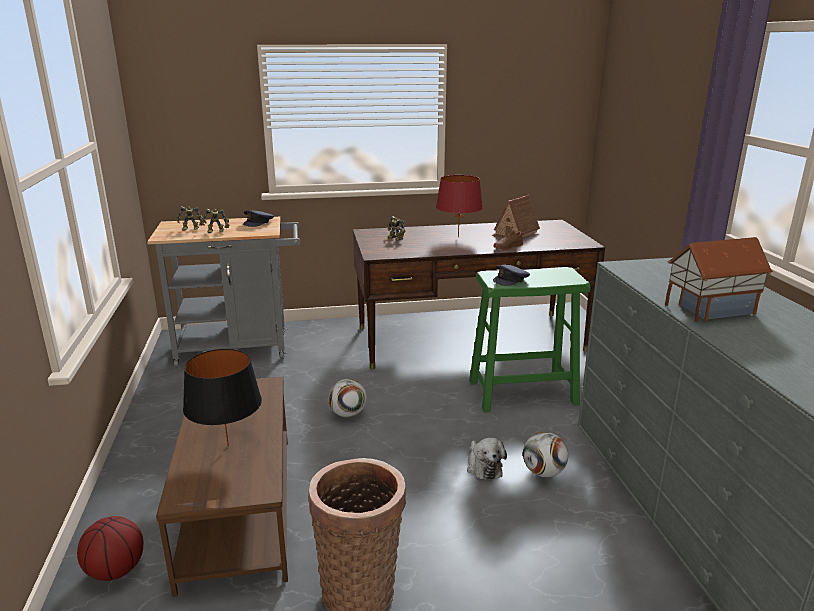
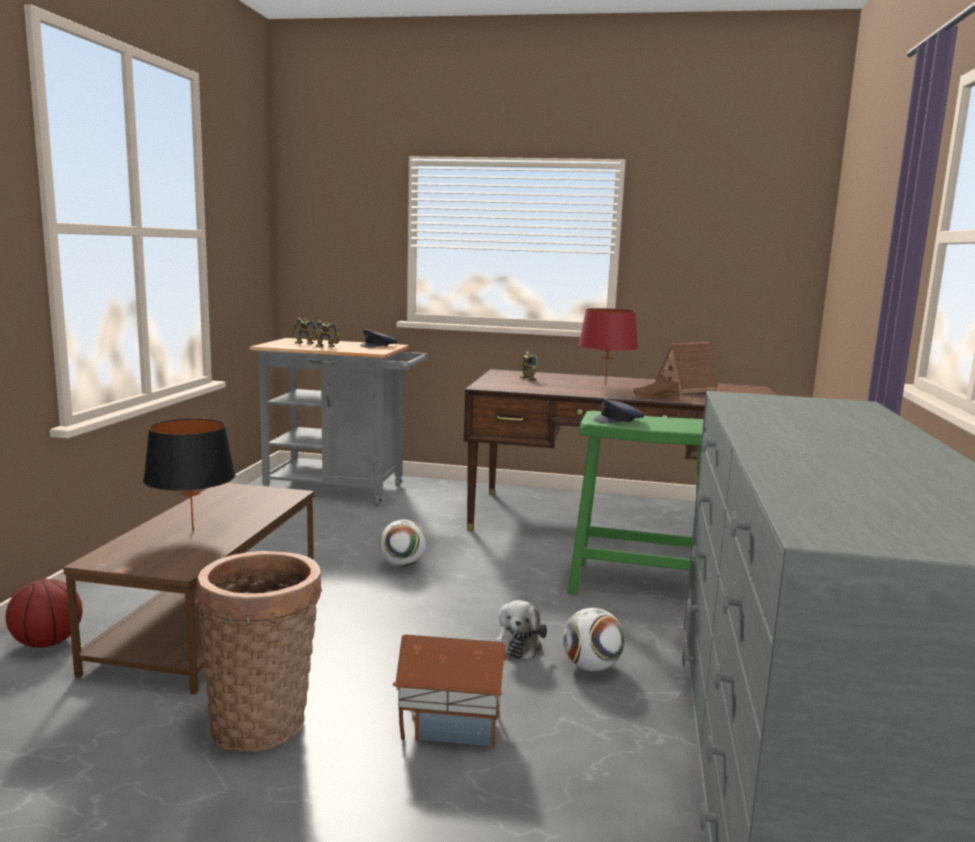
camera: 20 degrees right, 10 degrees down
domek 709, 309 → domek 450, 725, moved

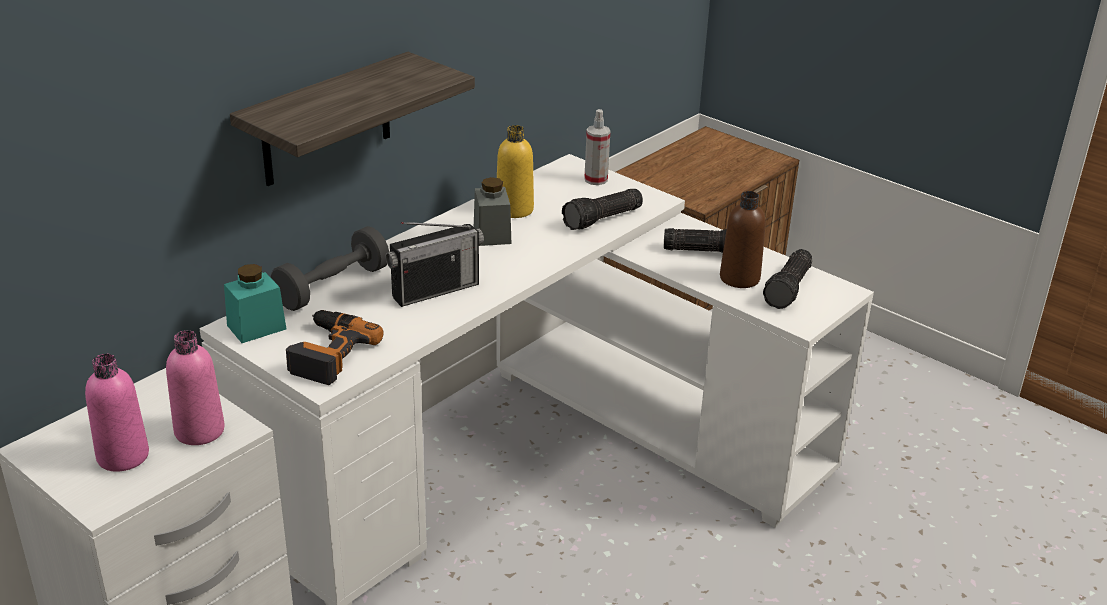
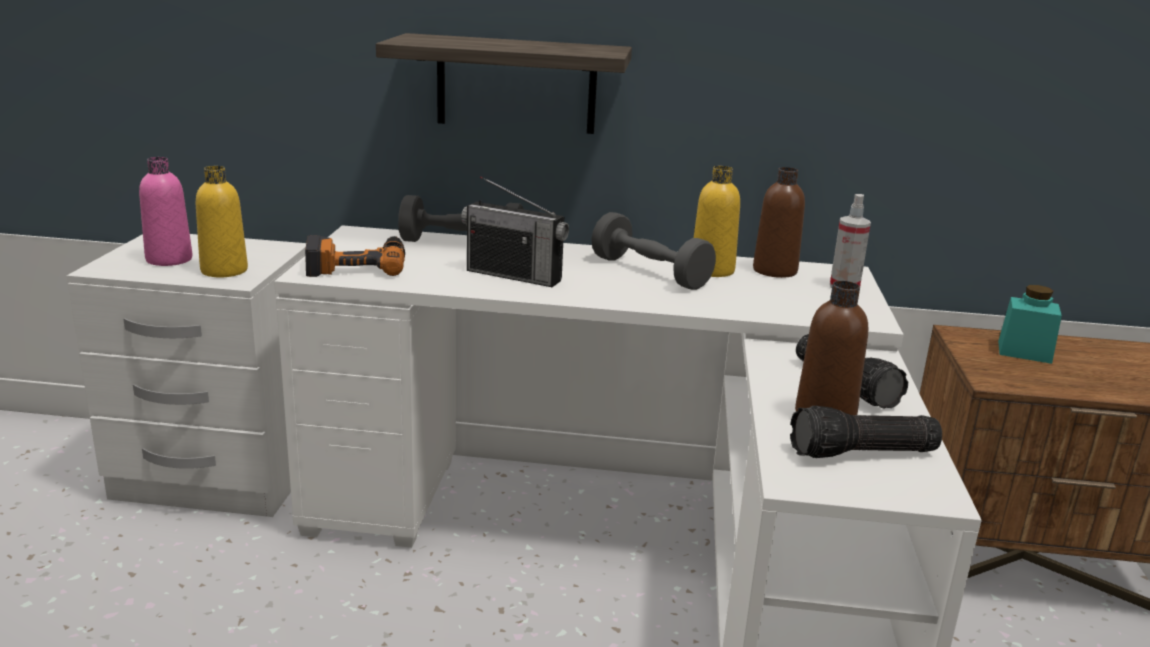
camera: 55 degrees right, 10 degrees down
latarka 603, 219 → -
- → butelka [brązowy] 775, 271
słoik [turkusowy] 256, 327 → słoik [turkusowy] 1024, 352, moved
słoik [szary] 492, 234 → hantel [szary] 650, 272
butelka [różowy] 199, 431 → butelka [żółty] 224, 270

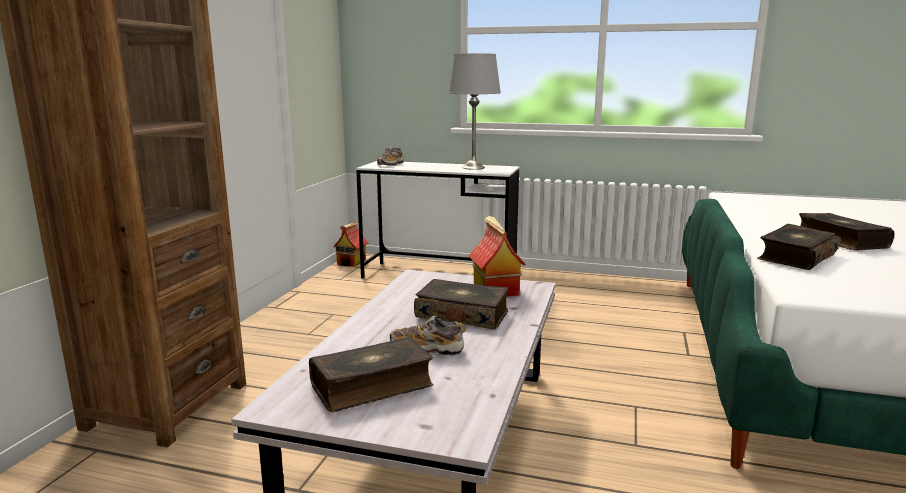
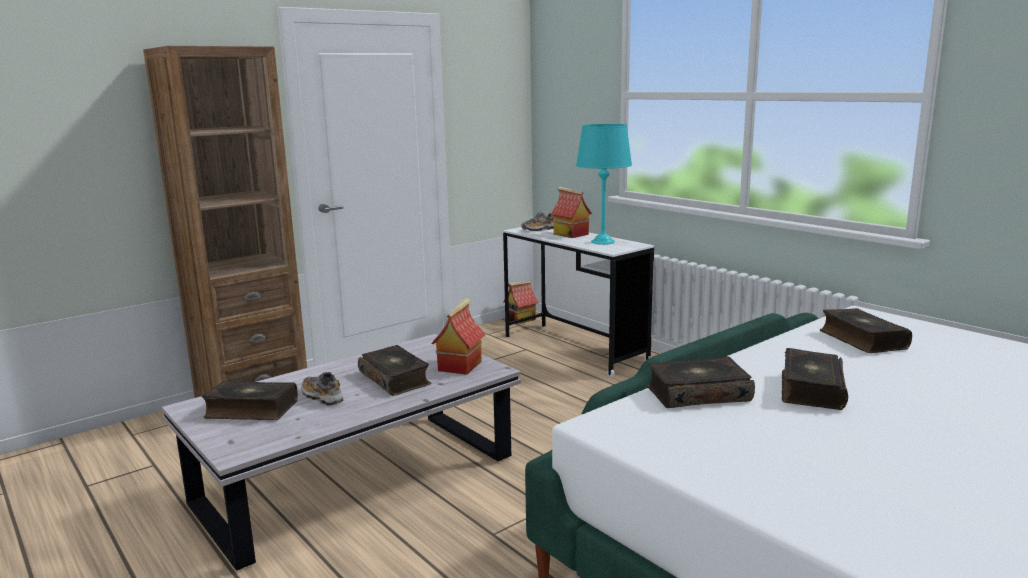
camera: 35 degrees right, 0 degrees up
- → domek 570, 234
- → książka 861, 340
lampa stołowa [szary] 473, 167 → lampa stołowa [turkusowy] 603, 242

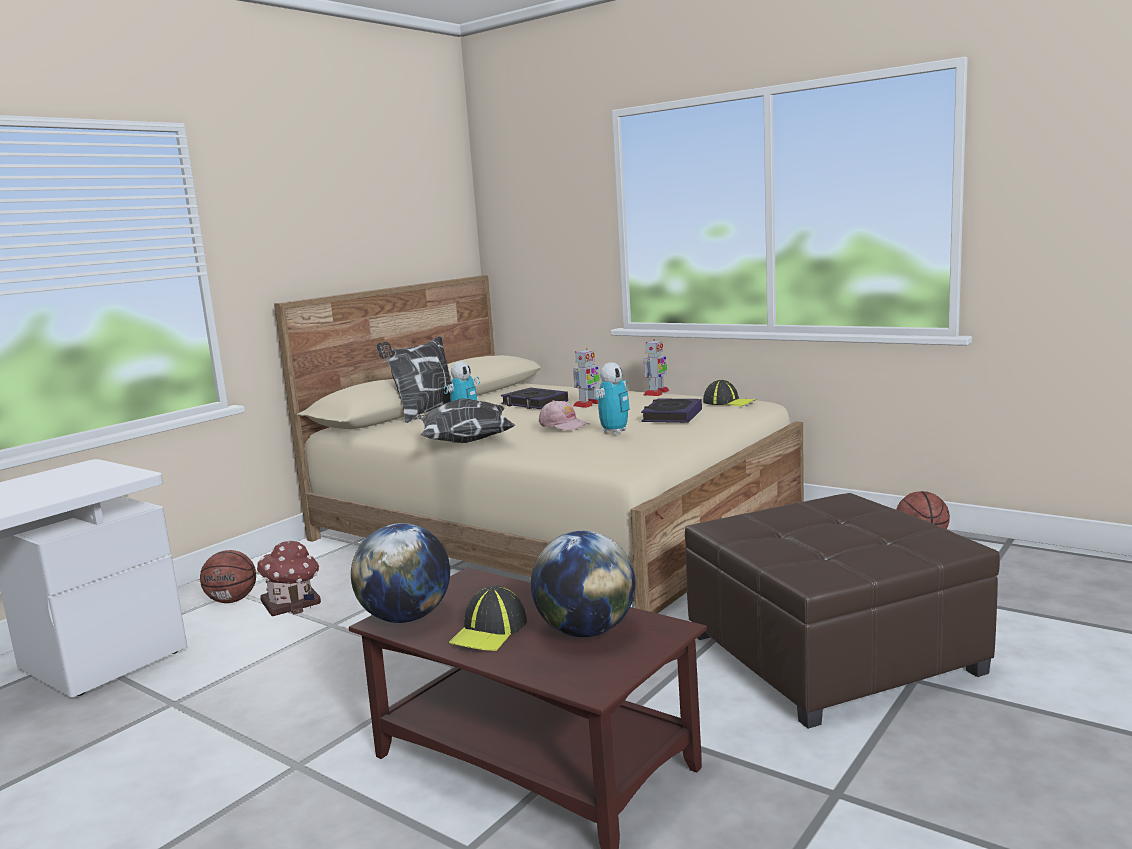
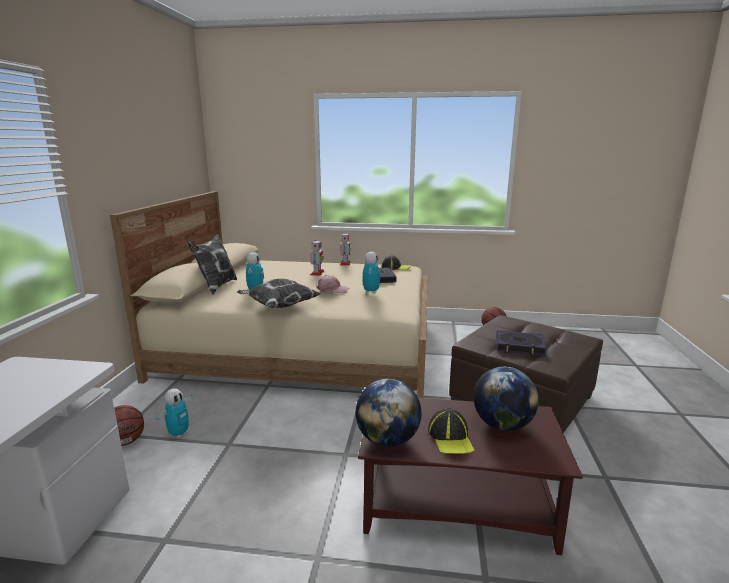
camera: 30 degrees left, 5 degrees up
książka 534, 403 → książka 519, 346, moved
domek 292, 603 → robot zabawkowy 179, 434

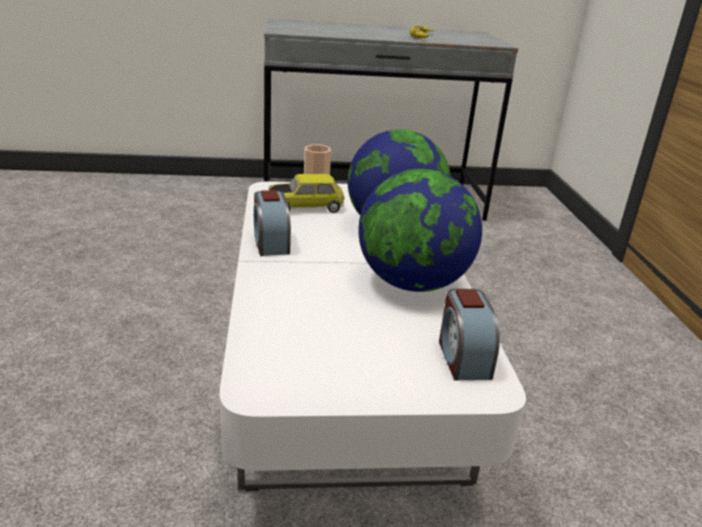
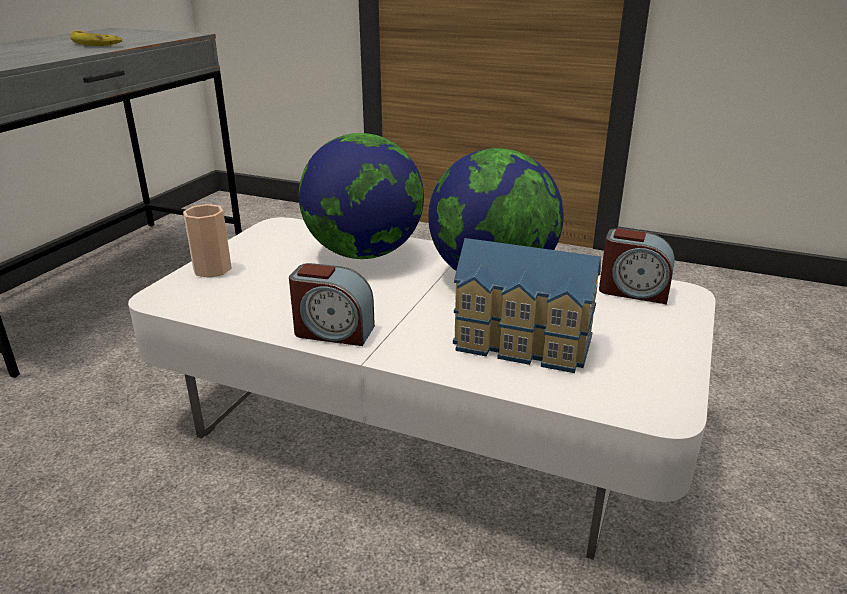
camera: 60 degrees left, 0 degrees up
samochodzik 306, 206 → -
- → domek 522, 344

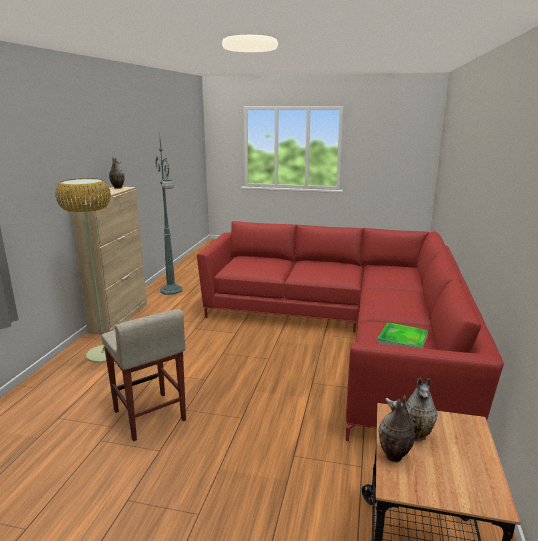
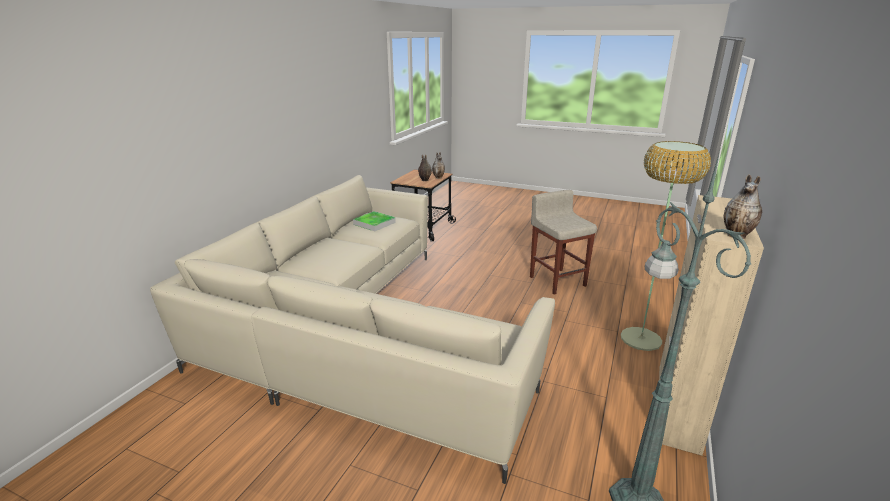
camera: 170 degrees left, 5 degrees up
kanapa [czerwony] 350, 336 → kanapa [beżowy] 354, 335

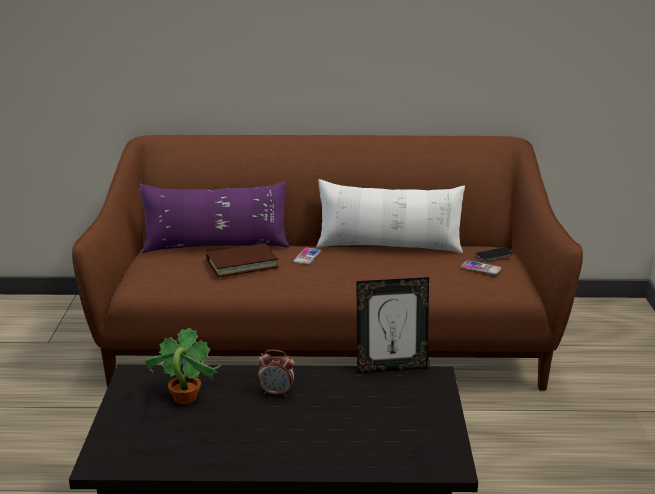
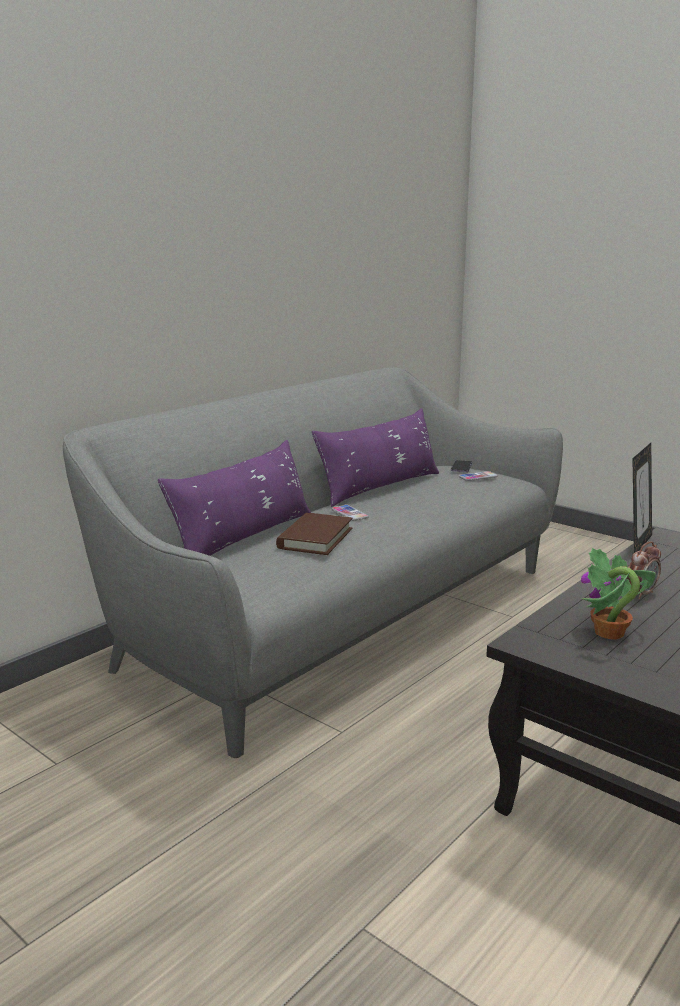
camera: 50 degrees left, 5 degrees down
kanapa [brązowy] 327, 343 → kanapa [szary] 340, 615
poduszka [biały] 389, 247 → poduszka [fioletowy] 380, 487

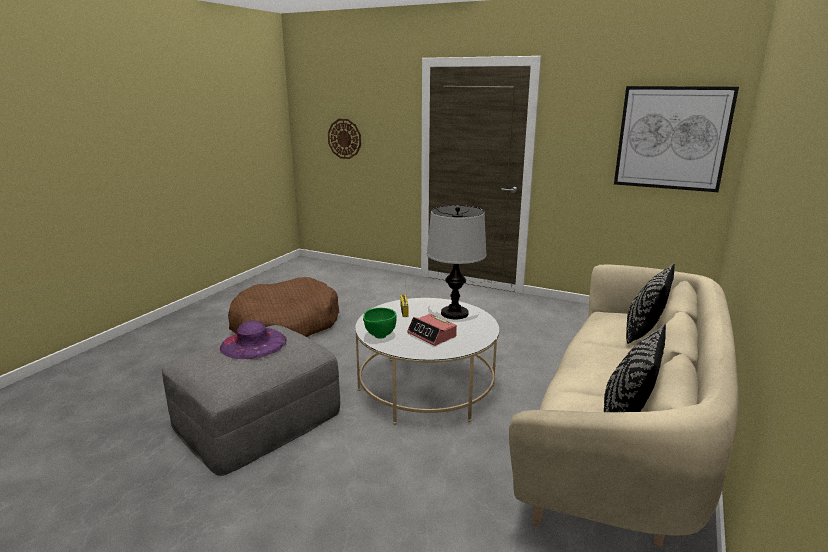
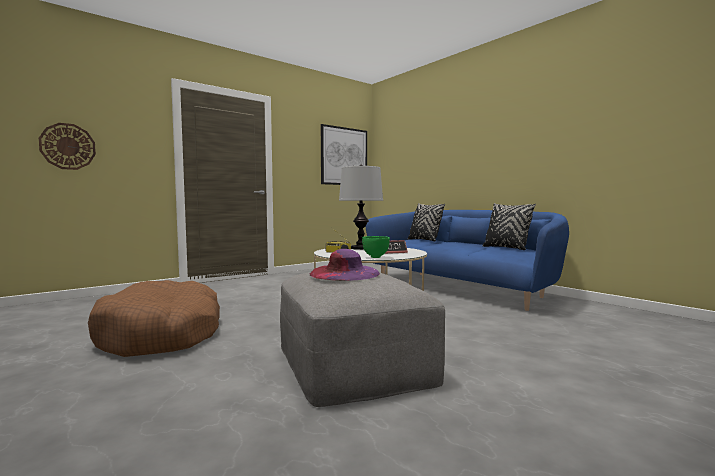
camera: 65 degrees left, 15 degrees down
kanapa [beżowy] 622, 437 → kanapa [niebieski] 459, 287

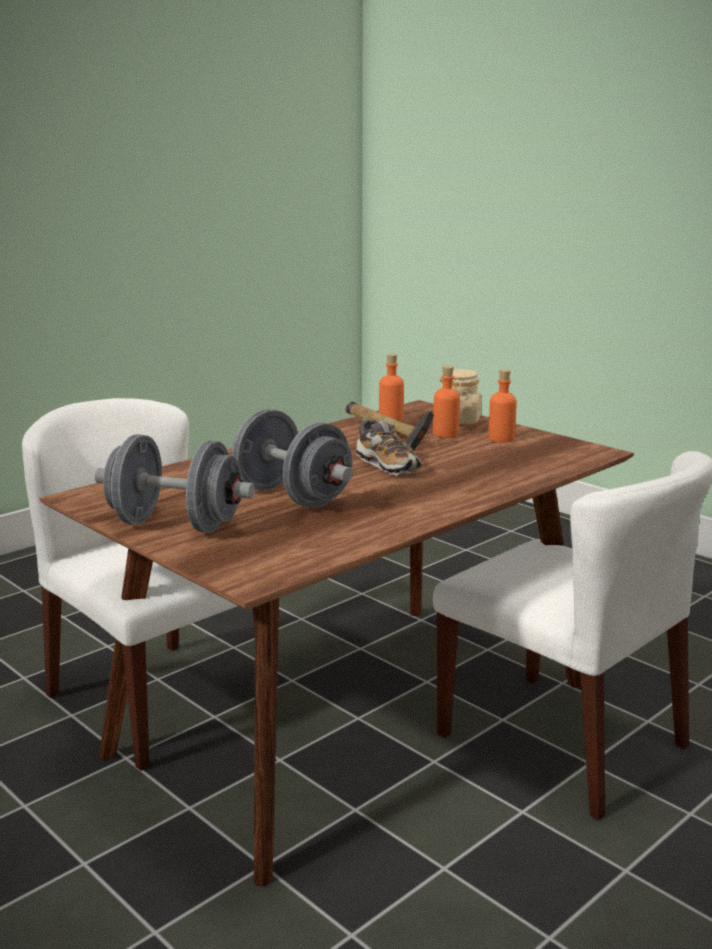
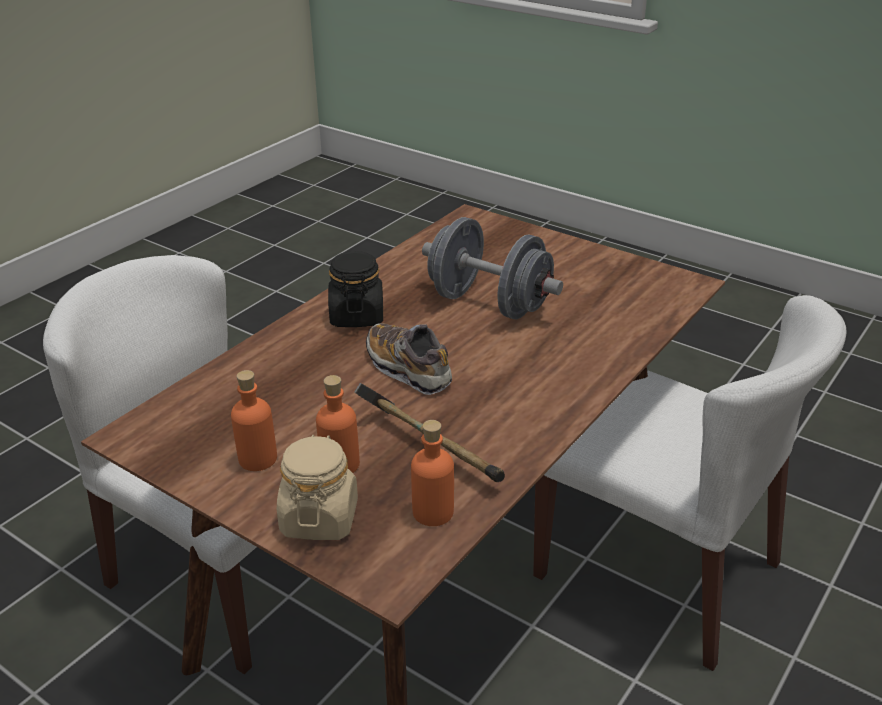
camera: 170 degrees right, 15 degrees up
hantel [szary] 176, 525 → -
- → słoik [czarny] 357, 316

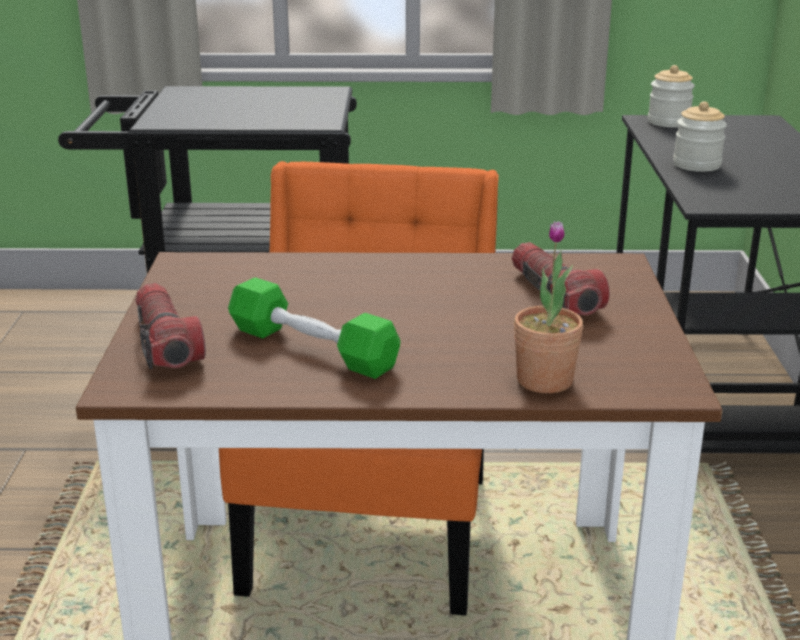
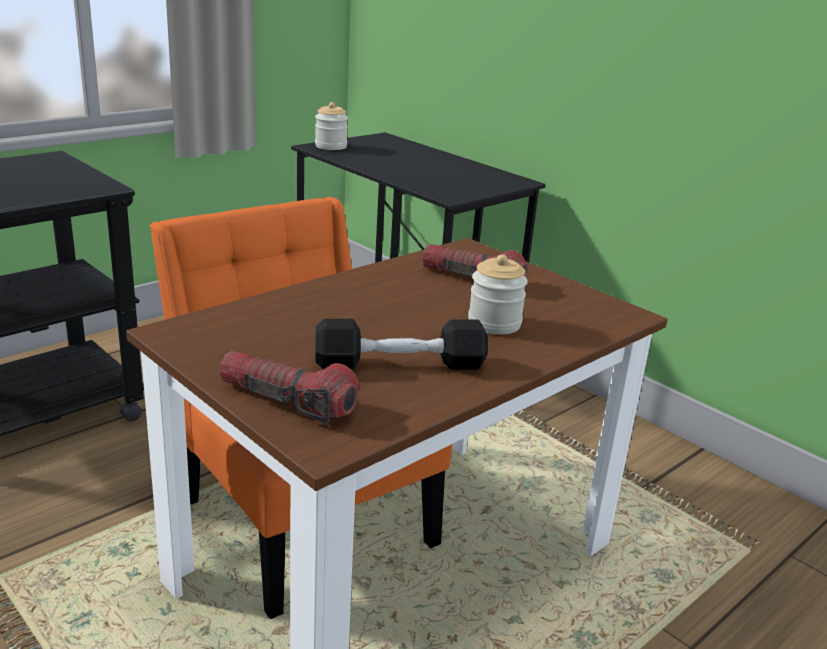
camera: 45 degrees left, 0 degrees up
roślina doniczkowa 544, 380 → -
słoik 696, 165 → słoik 494, 323, moved
hantel [zielony] 312, 348 → hantel [czarny] 400, 364

